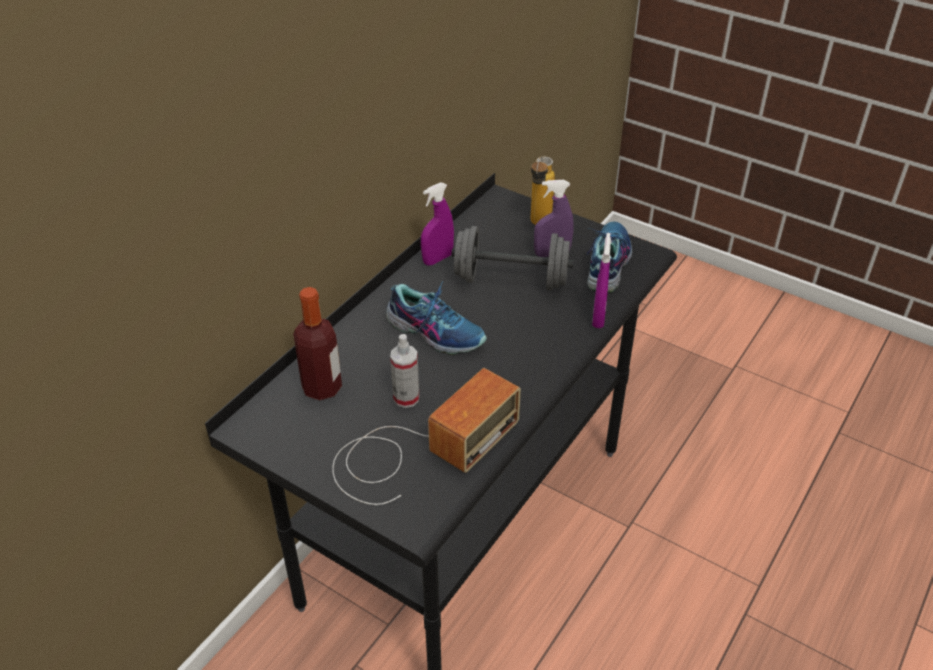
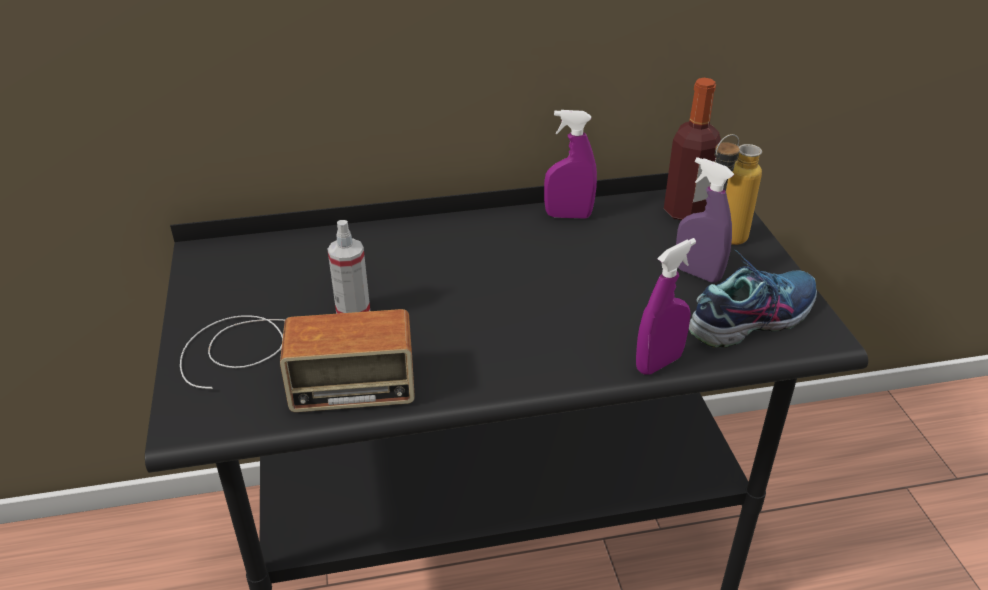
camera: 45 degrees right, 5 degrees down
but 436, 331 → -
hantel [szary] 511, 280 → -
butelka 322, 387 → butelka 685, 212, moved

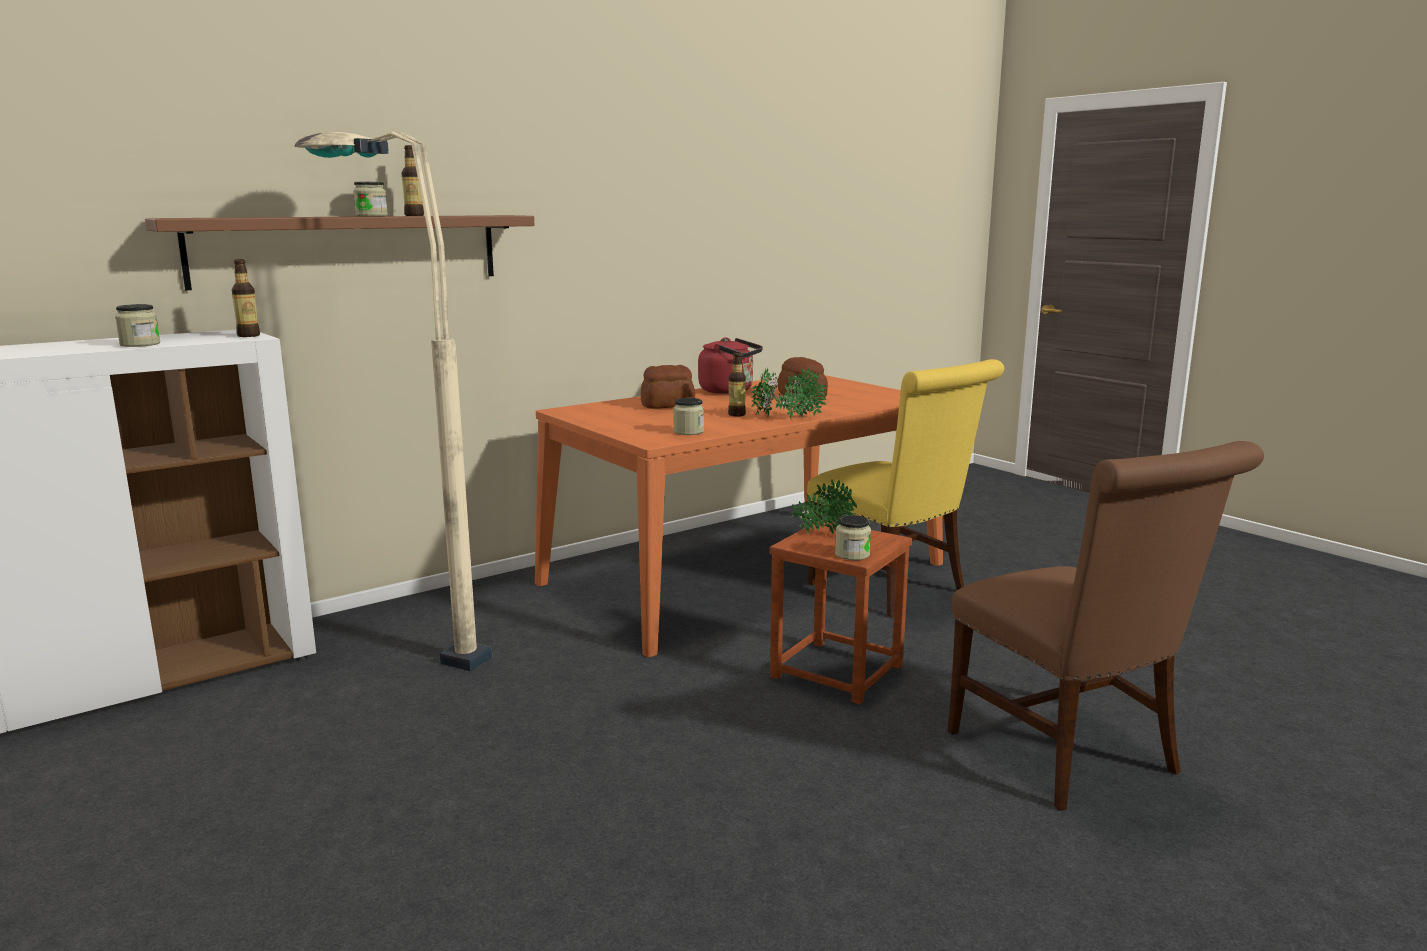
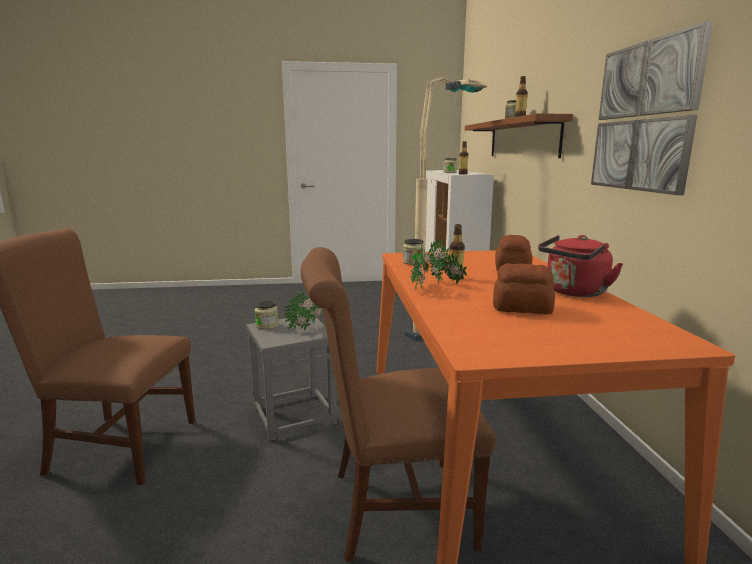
camera: 120 degrees right, 0 degrees up
- → obraz 644, 117
stołek [brązowy] 836, 671 → stołek [szary] 294, 415
krzesło [żółty] 894, 590 → krzesło [brązowy] 391, 508

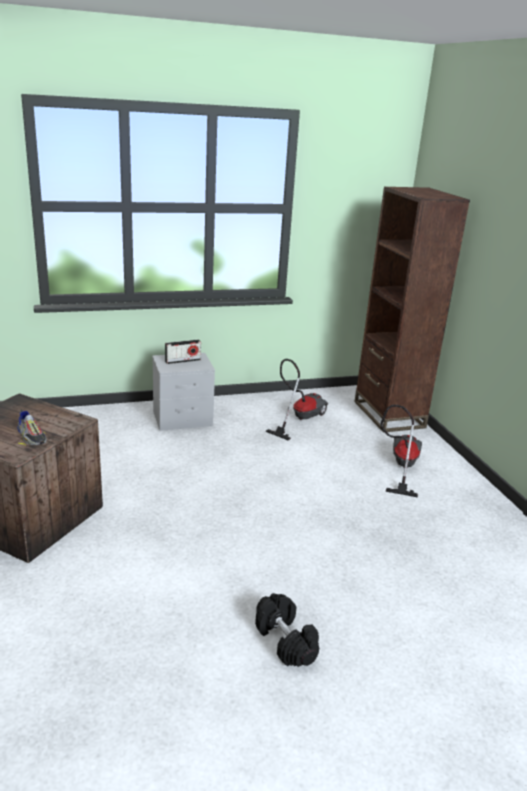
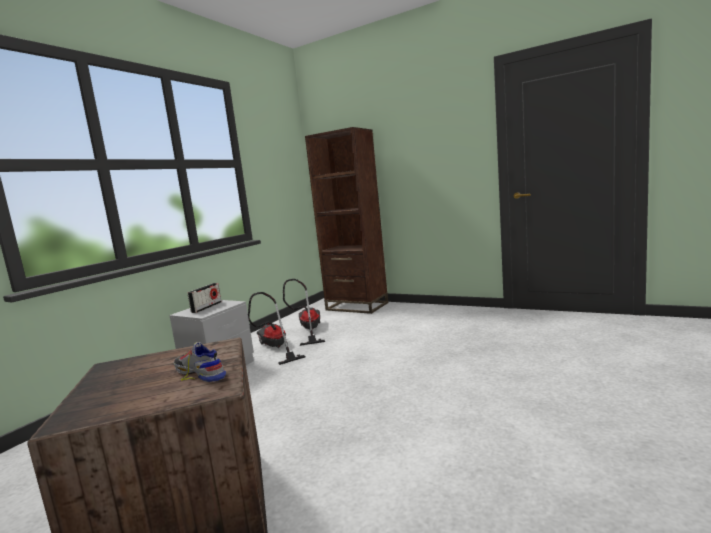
camera: 40 degrees left, 15 degrees down
hantel [czarny] 286, 641 → -
odkurzacz 400, 466 → odkurzacz 275, 348, moved
but 31, 436 → but 200, 372, 150 degrees counterclockwise

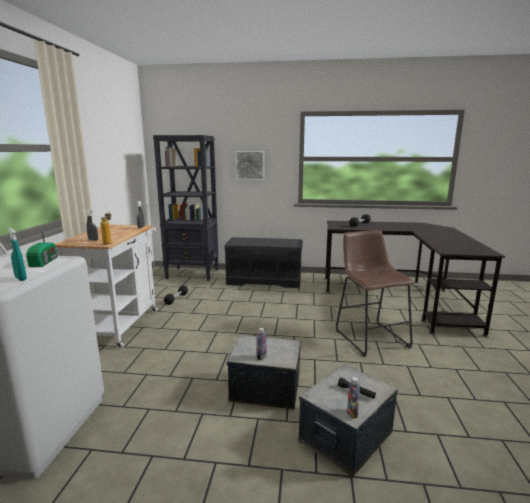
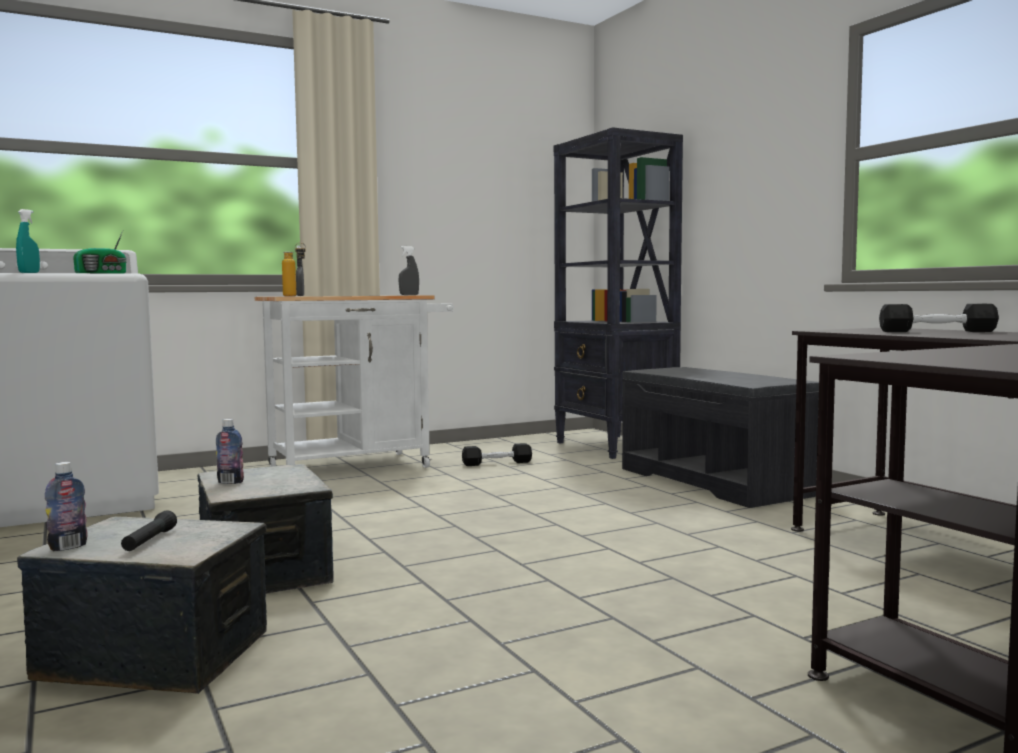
camera: 55 degrees right, 10 degrees down
obraz 250, 165 → -
stołek [brązowy] 369, 336 → -

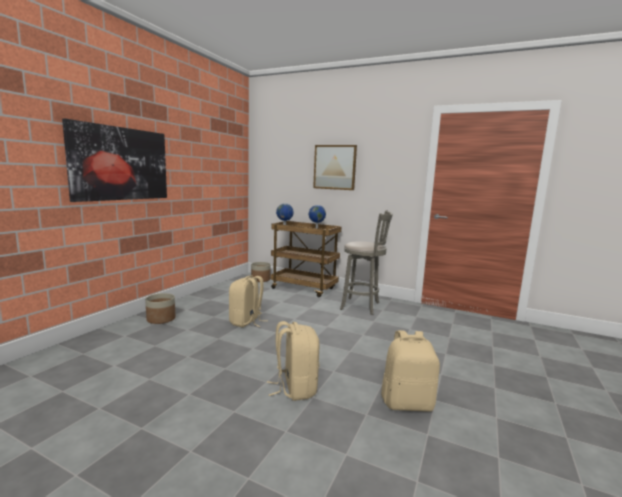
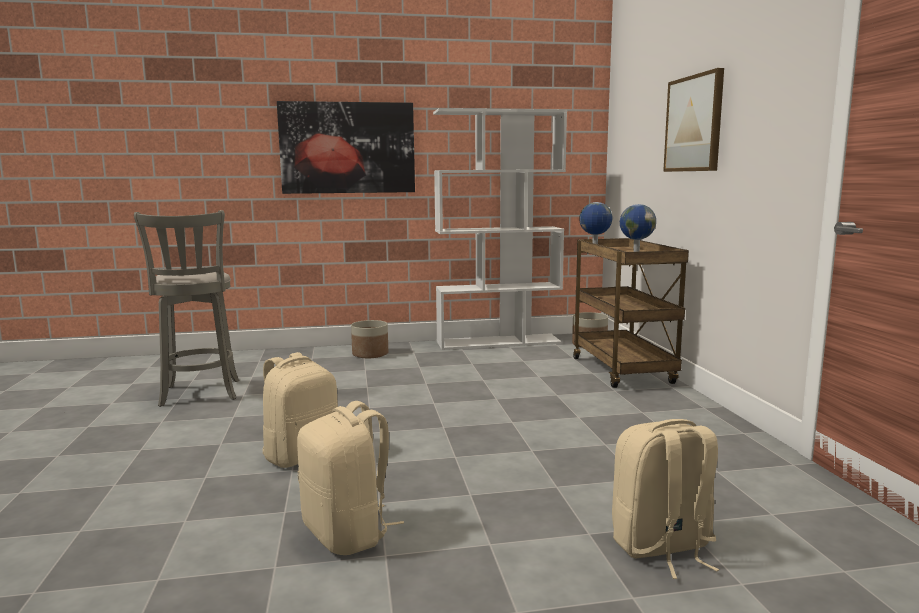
camera: 55 degrees right, 0 degrees up
- → regał [biały] 499, 342
plecak [beżowy] 246, 322 → plecak [beżowy] 662, 547, moved
stołek [szary] 362, 306 → stołek [szary] 200, 394, moved

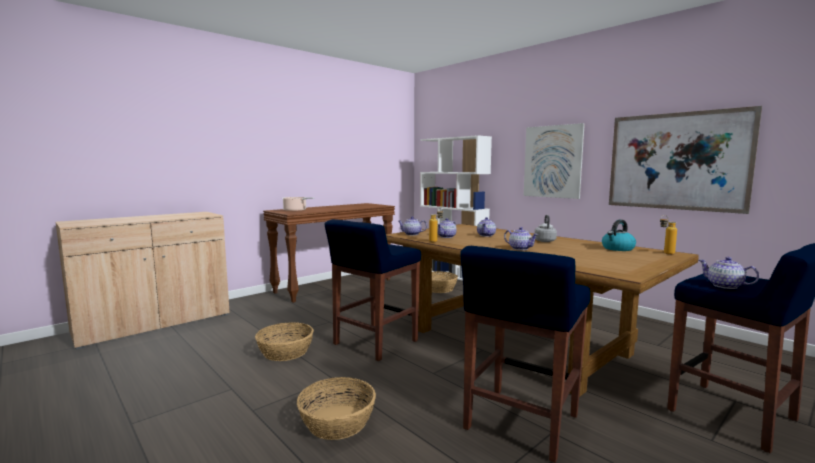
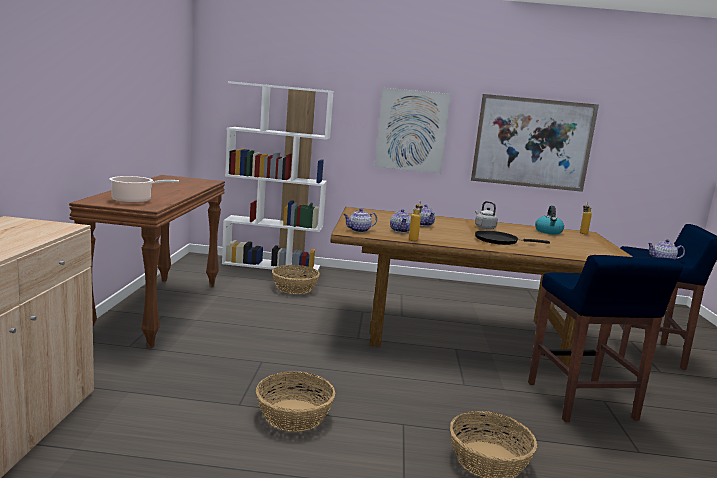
camera: 45 degrees left, 5 degrees up
stołek [niebieski] 374, 343 → -
imbryk 520, 248 → patelnia [czarny] 499, 241

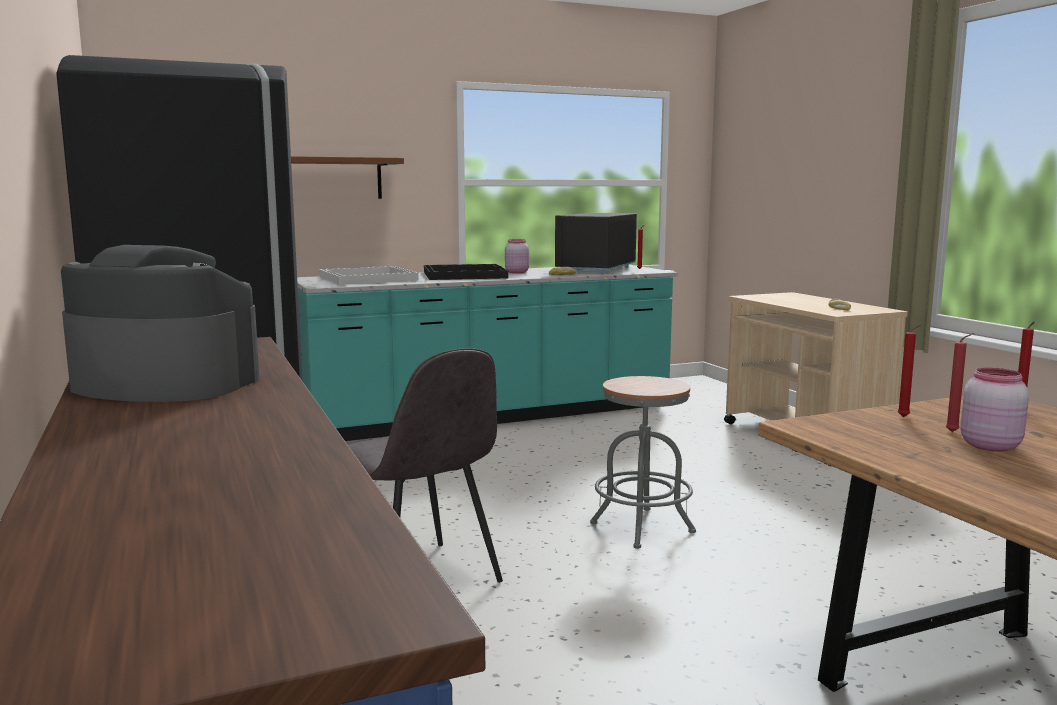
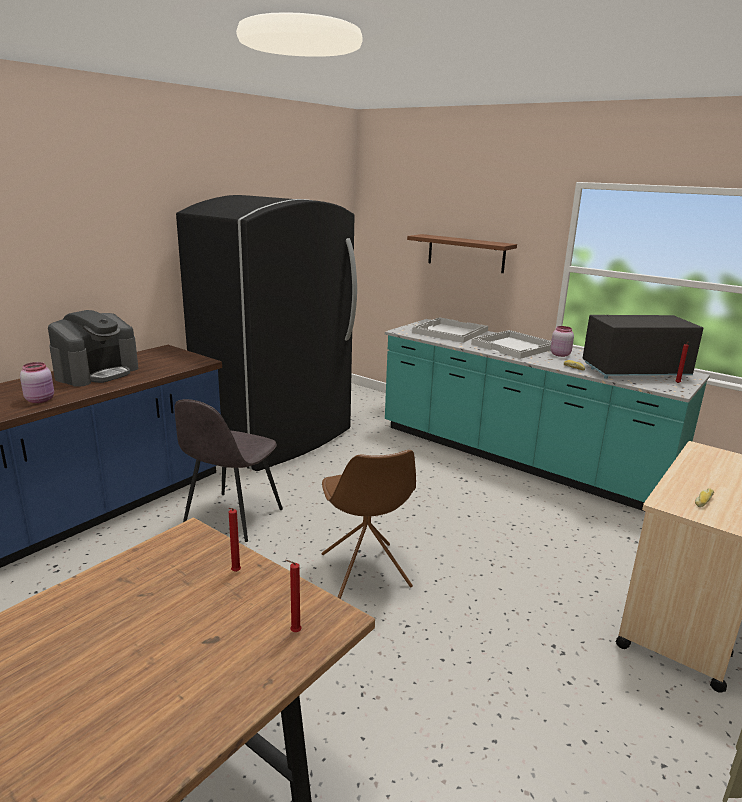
camera: 60 degrees right, 10 degrees up
świeca [czerwony] 954, 432 → -
słoik [różowy] 989, 445 → słoik [różowy] 41, 400, moved
stołek [szary] 642, 528 → krzesło [brązowy] 365, 571
taca [czarny] 465, 275 → taca [biały] 515, 346
ekspres do kawy 164, 384 → ekspres do kawy 97, 373, 45 degrees clockwise

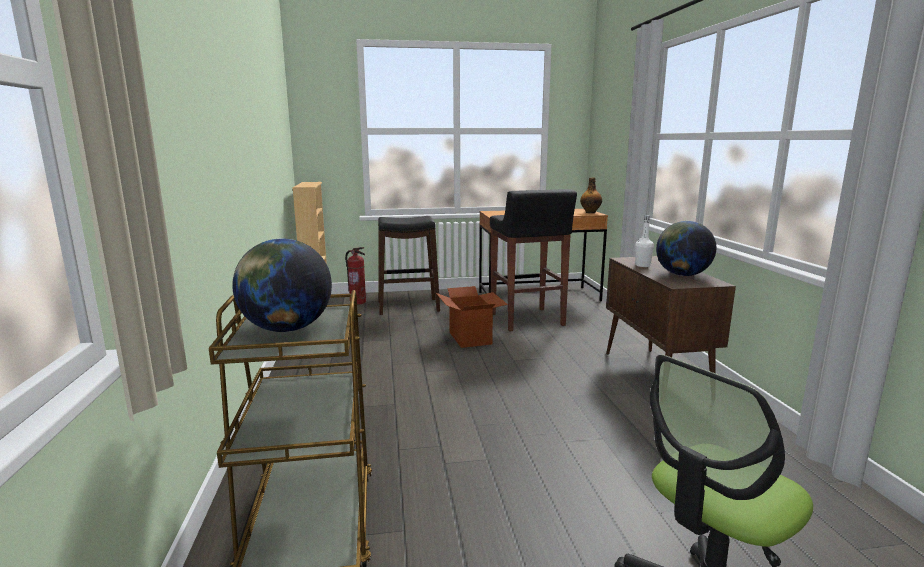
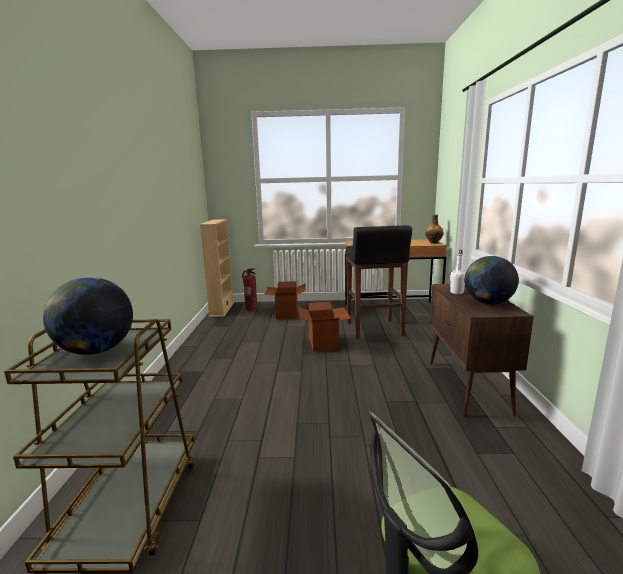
camera: 10 degrees right, 0 degrees up
stołek [czarny] 408, 306 → karton 286, 314

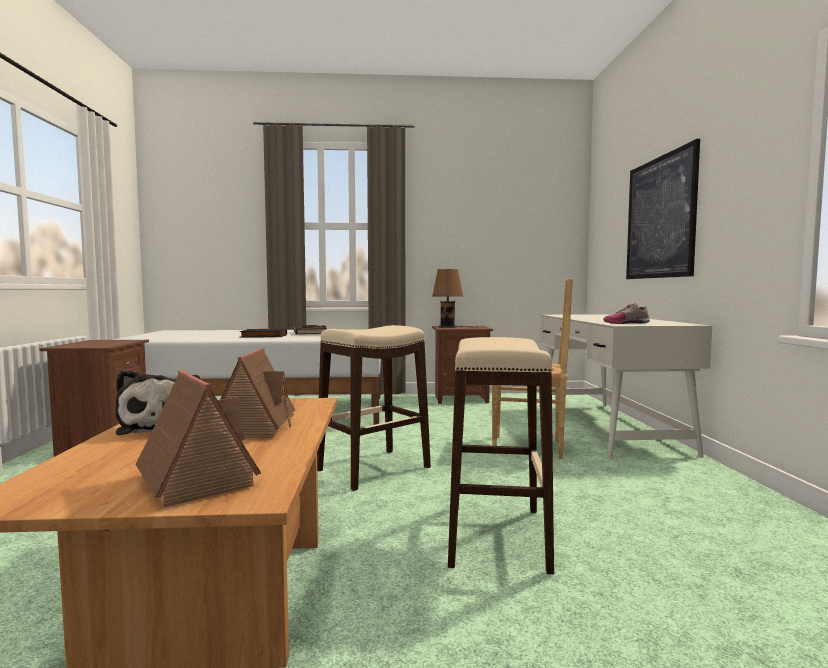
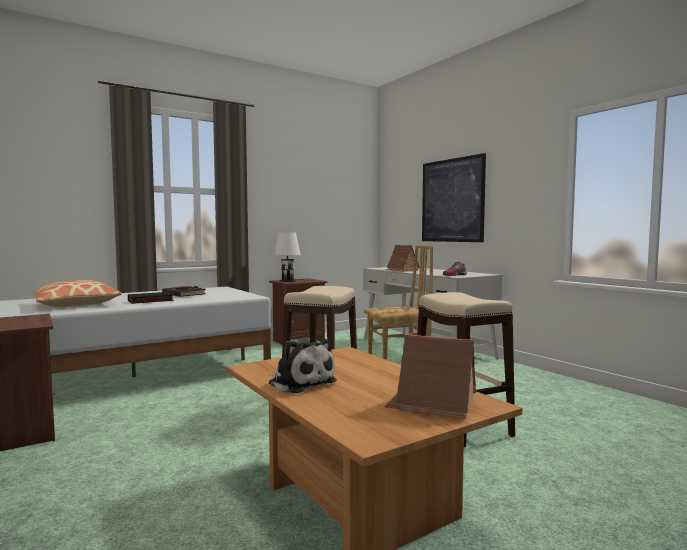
camera: 30 degrees left, 0 degrees up
- → poduszka 76, 304
domek 255, 426 → domek 401, 270, moved
lampa stołowa [brązowy] 449, 327 → lampa stołowa [biały] 289, 281

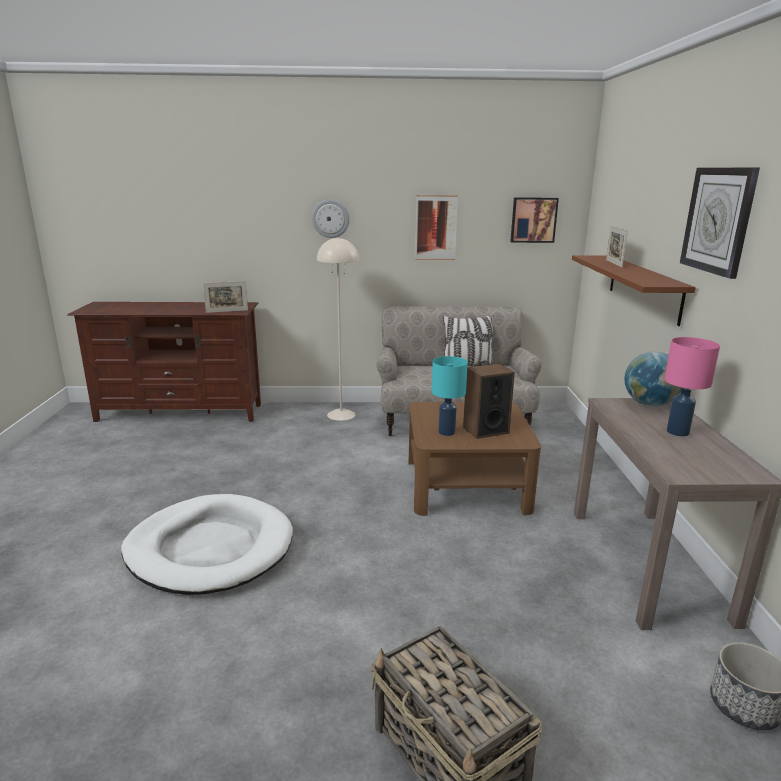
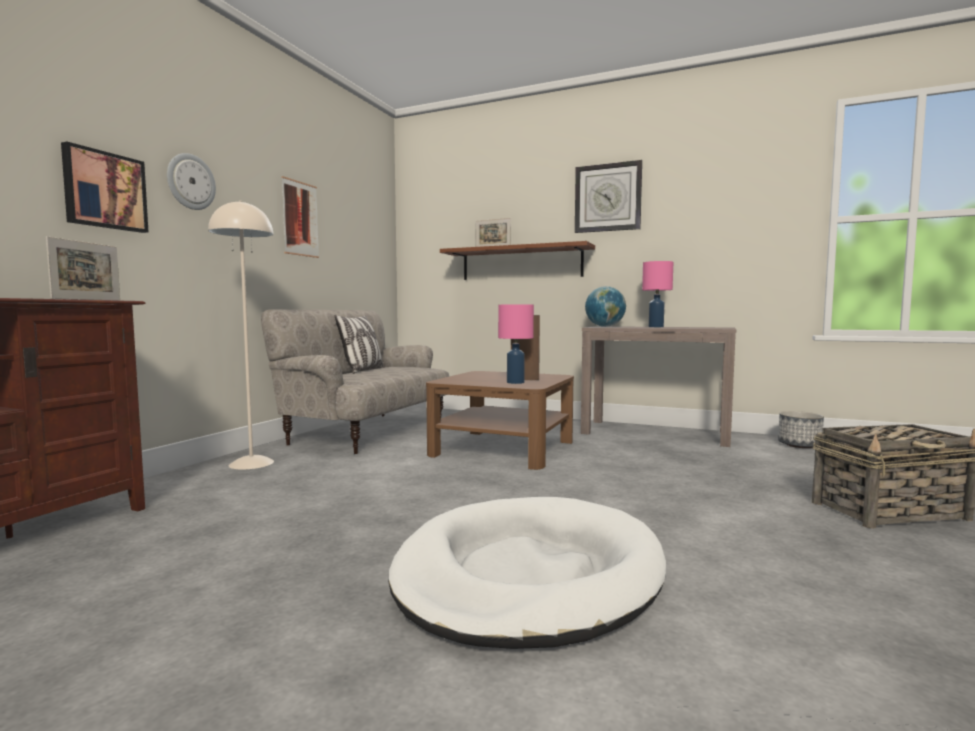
camera: 65 degrees left, 15 degrees down
obraz 533, 220 → obraz 104, 190, moved
lampa stołowa [turkusowy] 446, 432 → lampa stołowa [różowy] 515, 382

